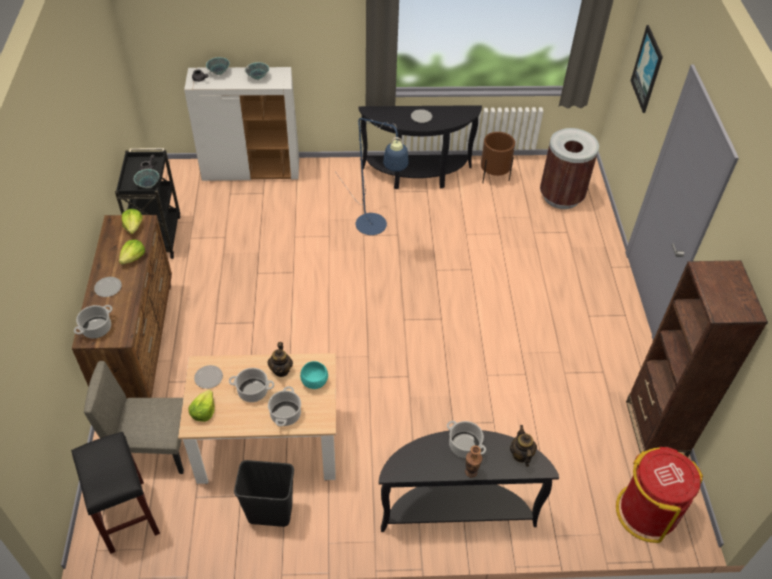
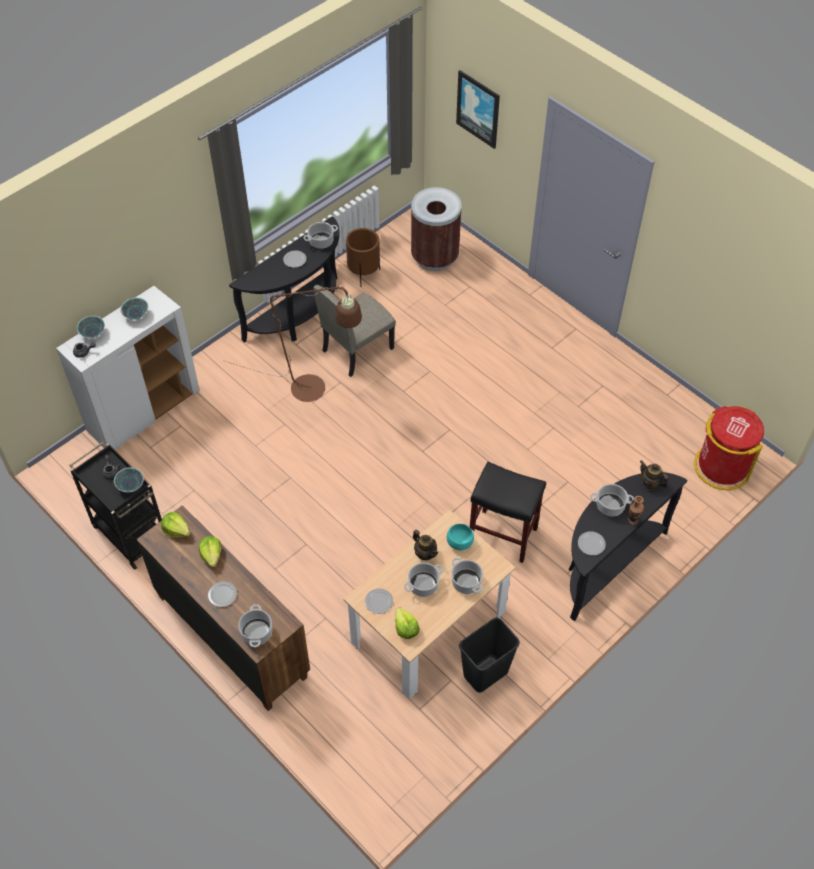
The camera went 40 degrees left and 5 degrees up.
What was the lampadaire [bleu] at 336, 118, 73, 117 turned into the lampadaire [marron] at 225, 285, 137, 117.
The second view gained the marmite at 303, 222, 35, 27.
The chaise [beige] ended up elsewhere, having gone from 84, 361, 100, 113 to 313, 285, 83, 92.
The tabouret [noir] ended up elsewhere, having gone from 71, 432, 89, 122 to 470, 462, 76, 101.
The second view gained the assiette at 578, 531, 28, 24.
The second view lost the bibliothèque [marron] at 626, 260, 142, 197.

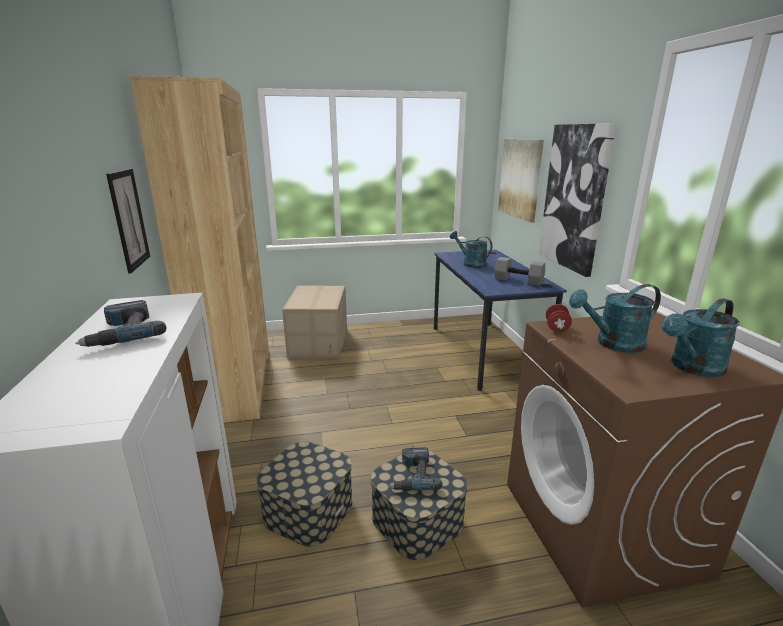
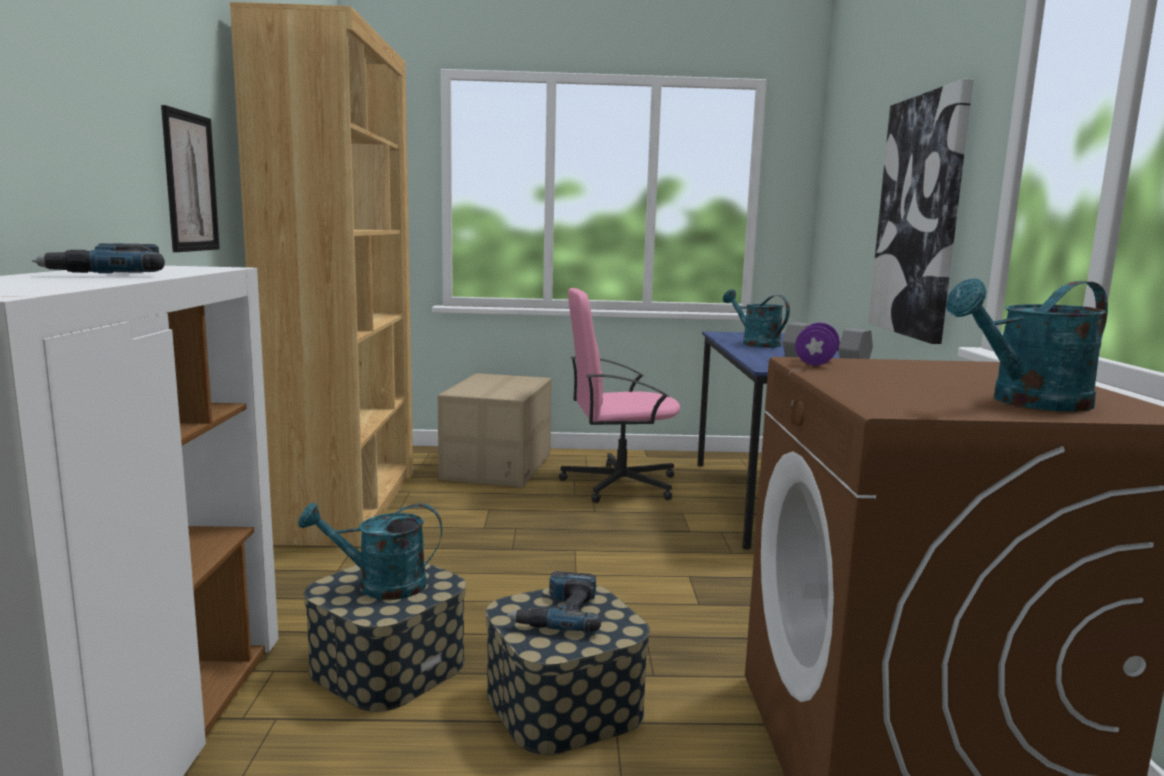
The camera went 10 degrees right and 10 degrees down.
The arrosoir [turquoise] ended up elsewhere, having gone from 569, 284, 92, 69 to 298, 502, 145, 98.
The second view gained the chaise de bureau [rose] at 559, 288, 121, 215.
What was the haltère [rouge] at 546, 304, 26, 28 turned into the haltère [violet] at 795, 323, 45, 42.
The second view lost the tableau at 498, 139, 46, 84.

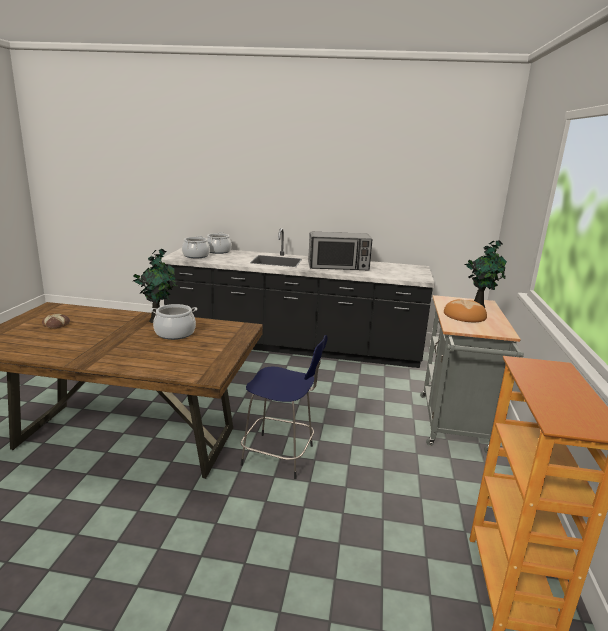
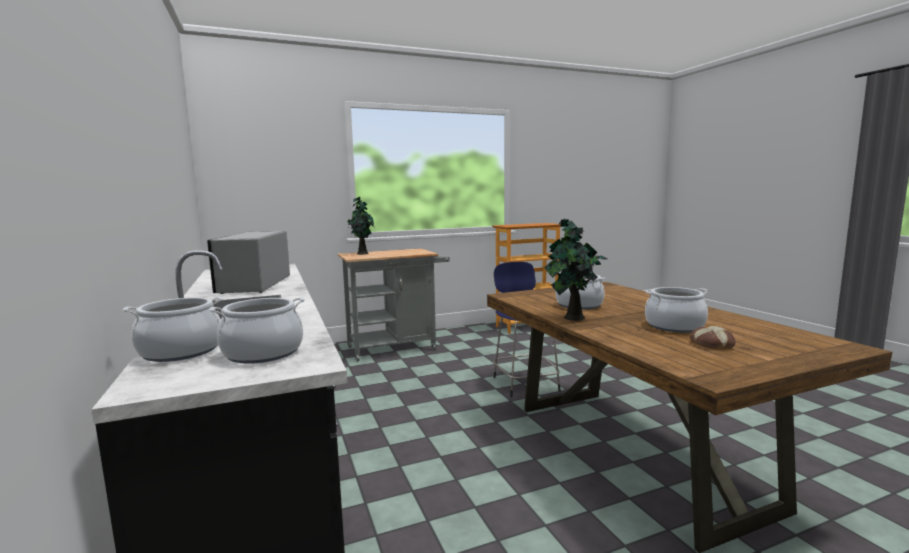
The camera went 120 degrees left and 10 degrees down.
The micro-ondes at 308, 231, 65, 40 ended up facing another way, 150 degrees counterclockwise from before.
The second view gained the marmite at 645, 287, 64, 46.
The second view lost the pain at 444, 299, 43, 23.

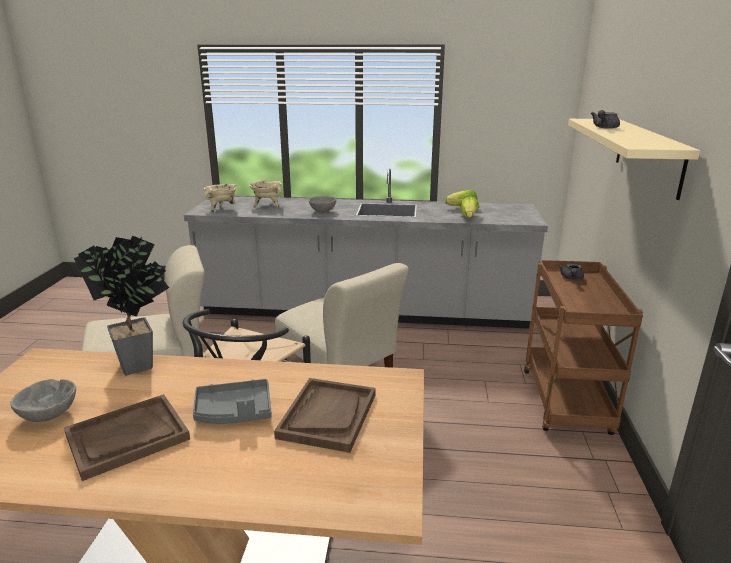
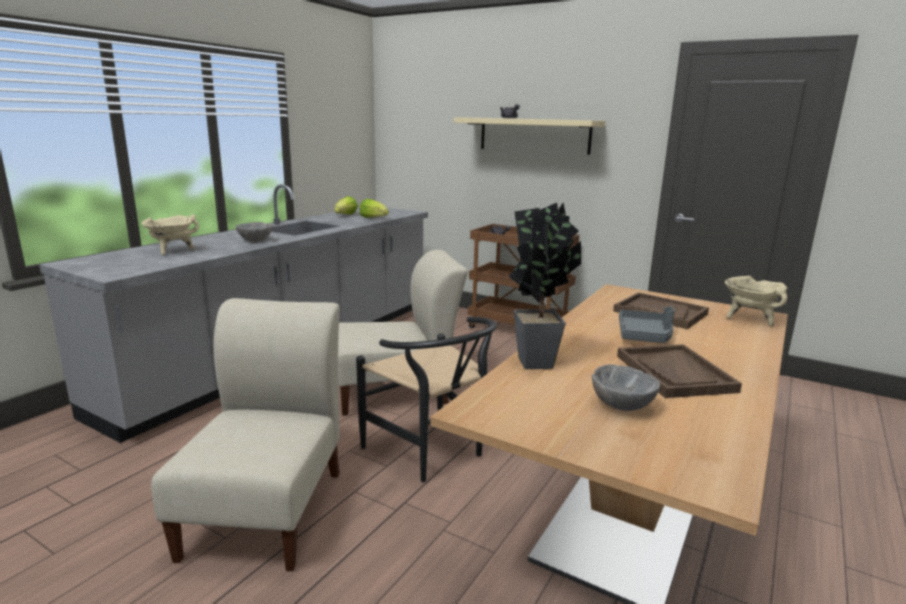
The camera went 65 degrees left and 5 degrees down.
The marmite [beige] ended up elsewhere, having gone from 204, 184, 32, 29 to 725, 276, 62, 51.

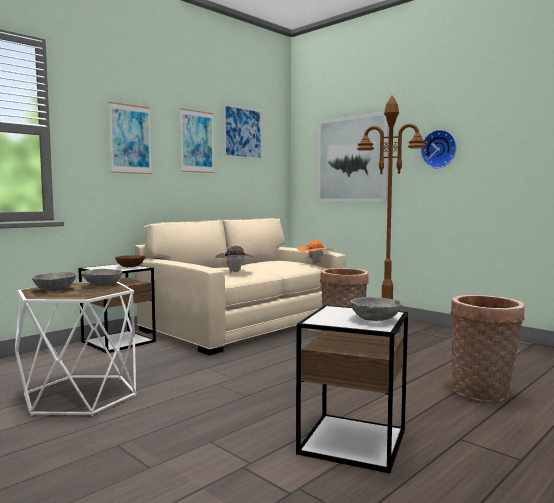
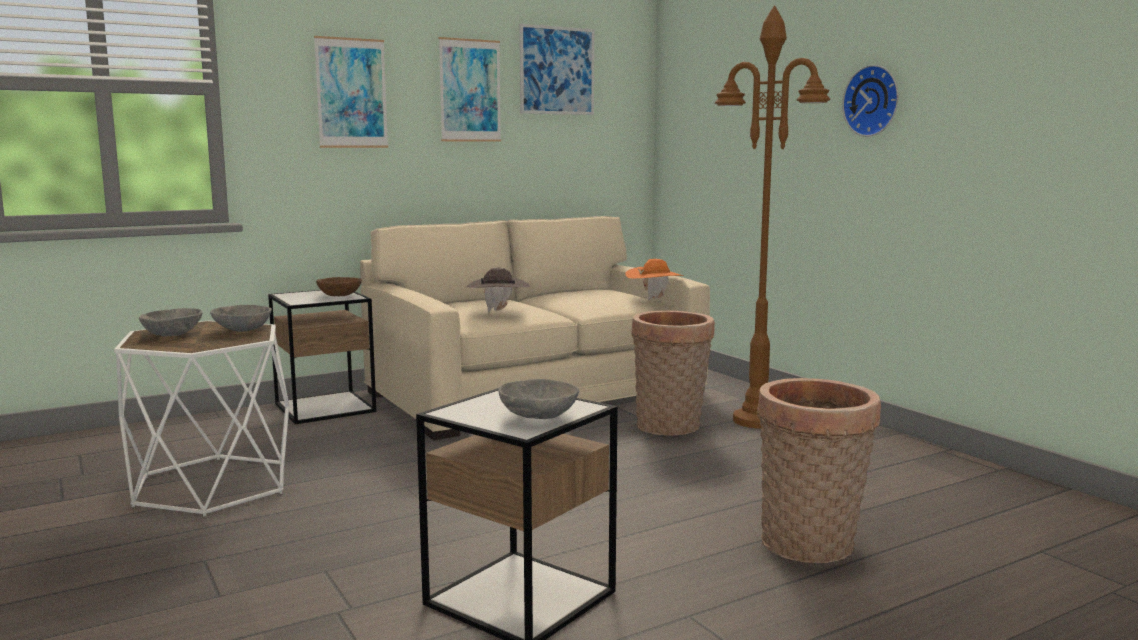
The camera went 15 degrees right and 5 degrees up.
The second view lost the tableau at 317, 112, 72, 90.

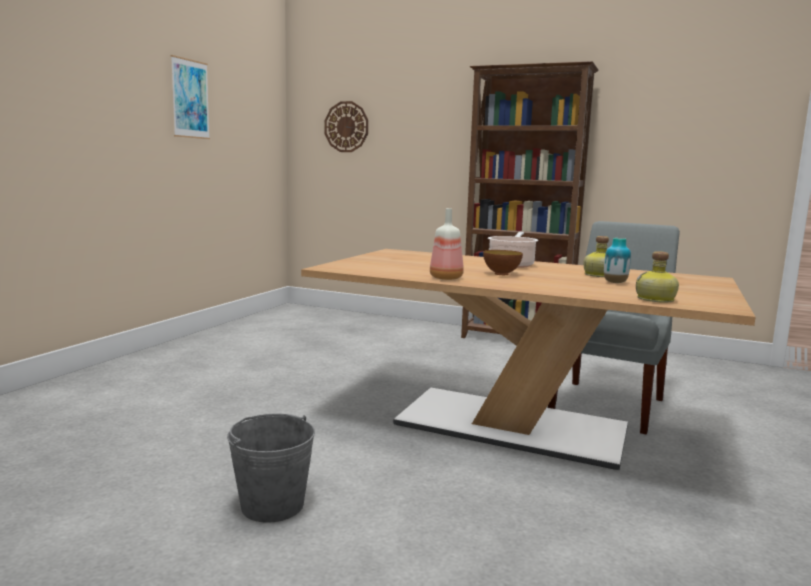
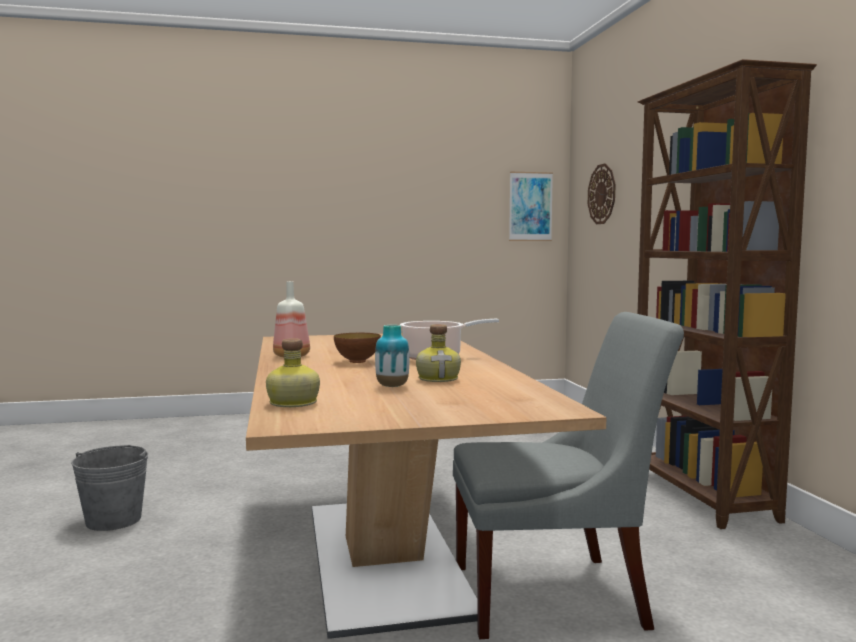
The camera went 55 degrees right and 5 degrees down.
The tableau ended up elsewhere, having gone from 171, 55, 39, 84 to 509, 172, 44, 69.

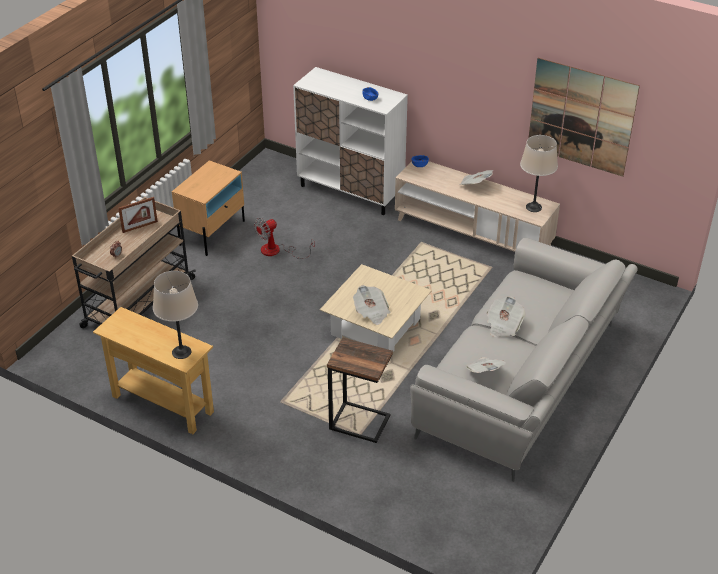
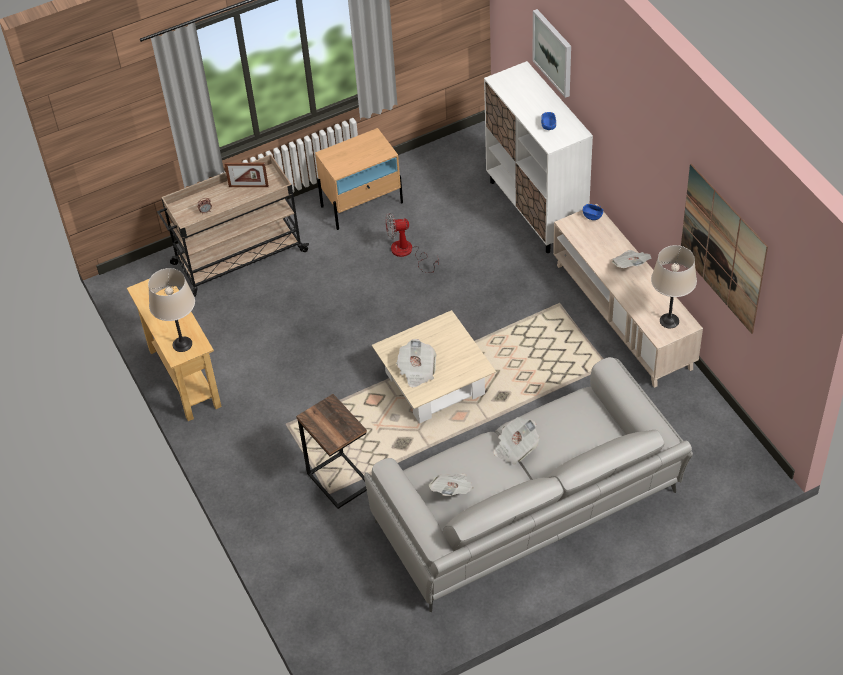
The camera went 35 degrees right and 10 degrees up.
The second view gained the tableau at 532, 9, 39, 89.

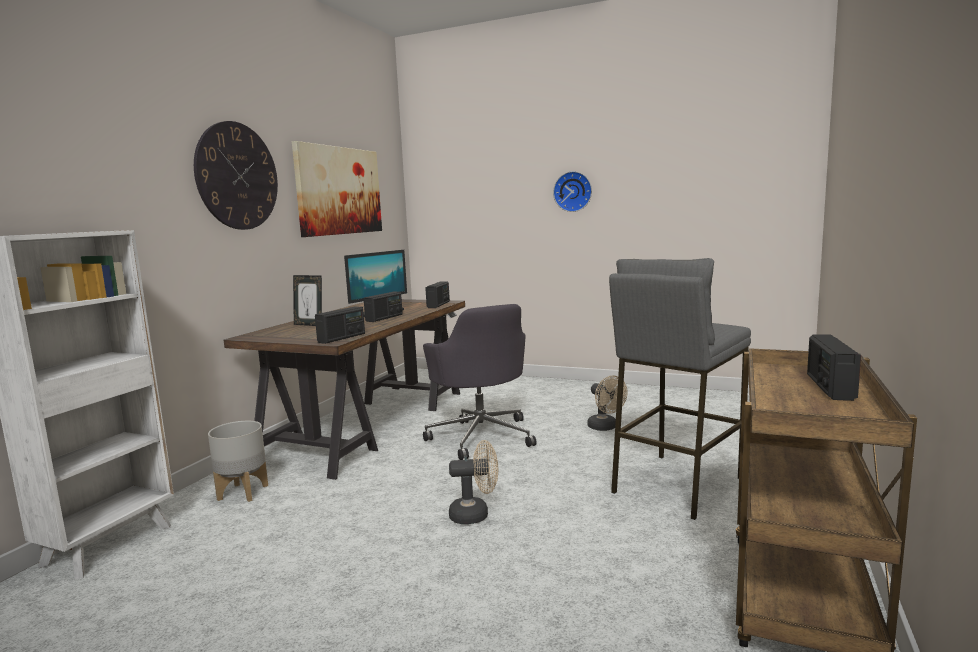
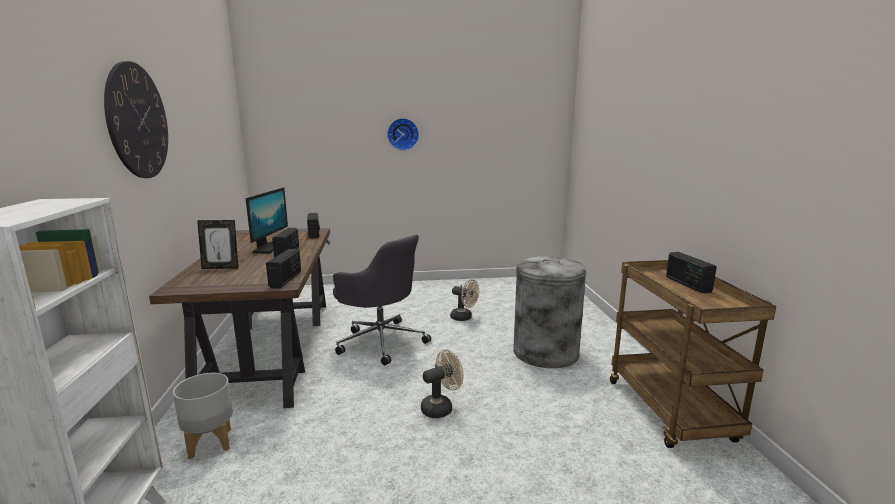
The camera went 30 degrees left and 5 degrees up.
Where the tabouret [gris] stood at 609, 258, 142, 262, the poubelle [gris] came to stand at 513, 256, 74, 112.
The second view lost the tableau at 292, 141, 90, 96.

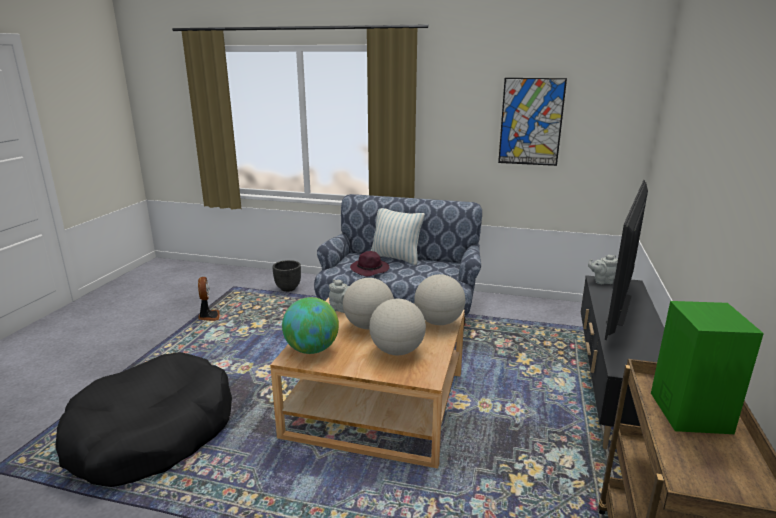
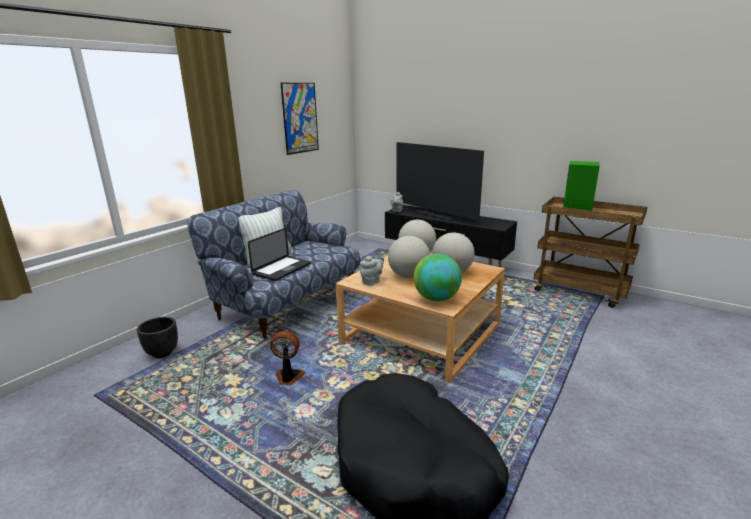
The camera went 70 degrees left and 0 degrees up.
Where the chapeau [violet] stood at 350, 251, 39, 25, the ordinateur portable came to stand at 248, 228, 63, 53.
The ventilateur ended up elsewhere, having gone from 198, 277, 22, 44 to 270, 331, 35, 54.

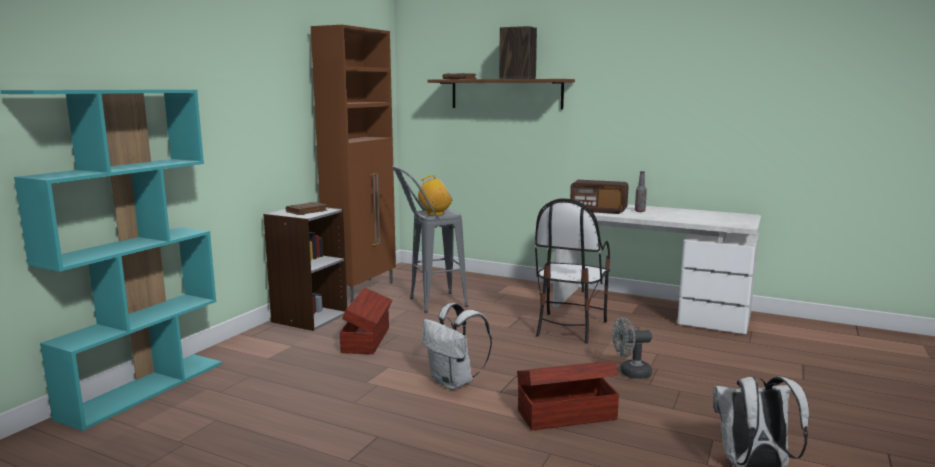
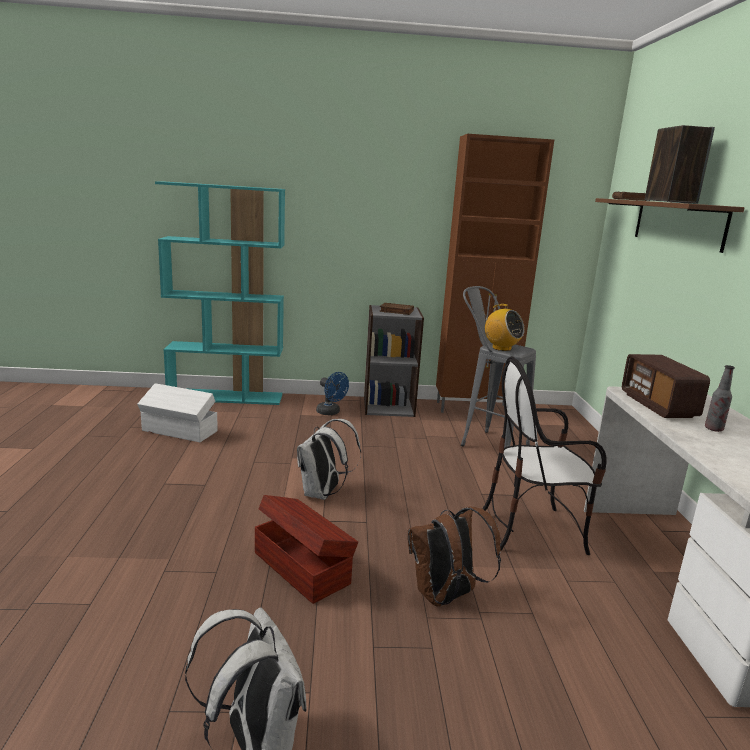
The camera went 60 degrees right and 5 degrees up.
The second view gained the boîte de rangement [blanc] at 137, 383, 81, 59.
The second view gained the ventilateur [bleu] at 316, 372, 33, 43.
Where the ventilateur [gris] stood at 612, 317, 40, 62, the sac à dos [marron] came to stand at 408, 507, 93, 99.
The second view lost the boîte de rangement [marron] at 340, 287, 52, 67.

